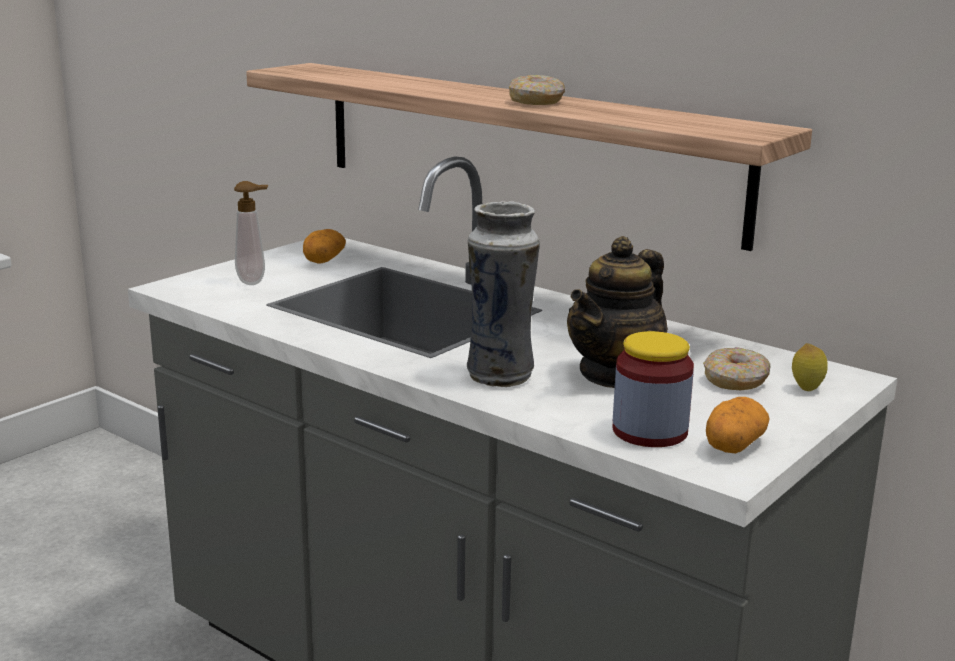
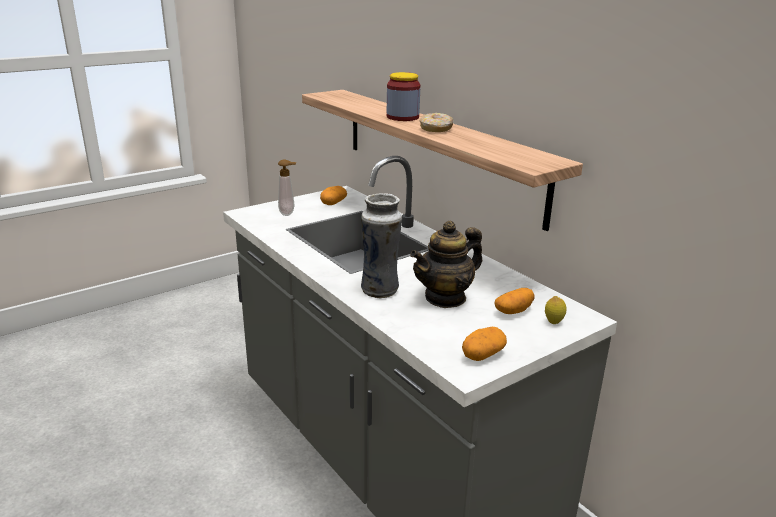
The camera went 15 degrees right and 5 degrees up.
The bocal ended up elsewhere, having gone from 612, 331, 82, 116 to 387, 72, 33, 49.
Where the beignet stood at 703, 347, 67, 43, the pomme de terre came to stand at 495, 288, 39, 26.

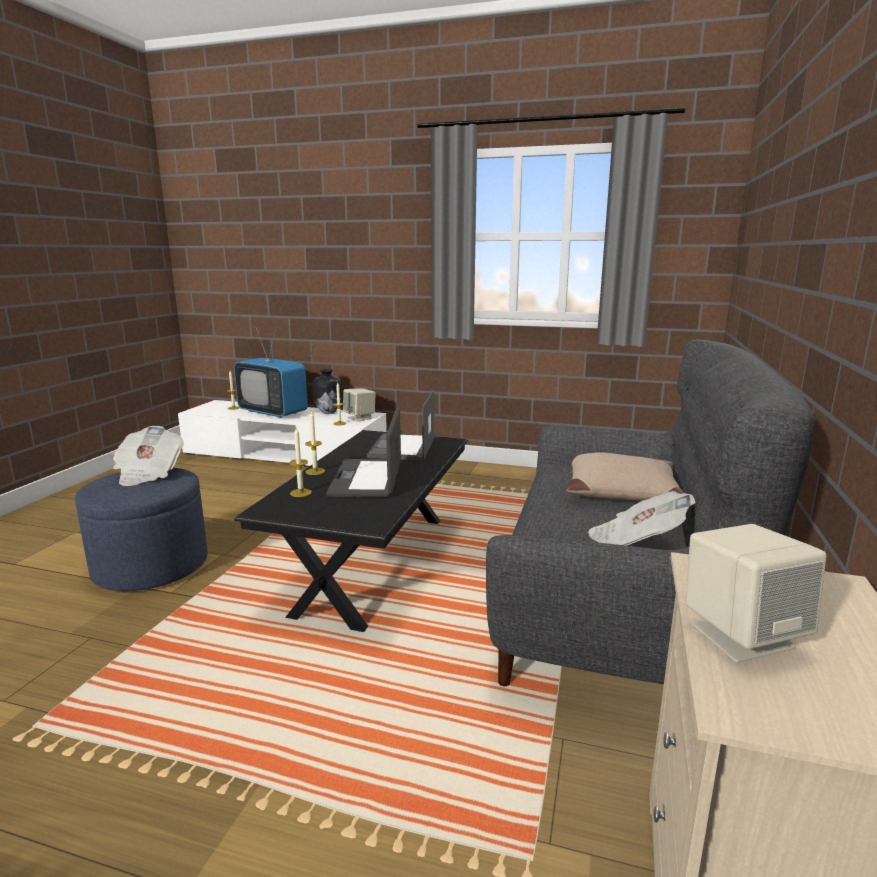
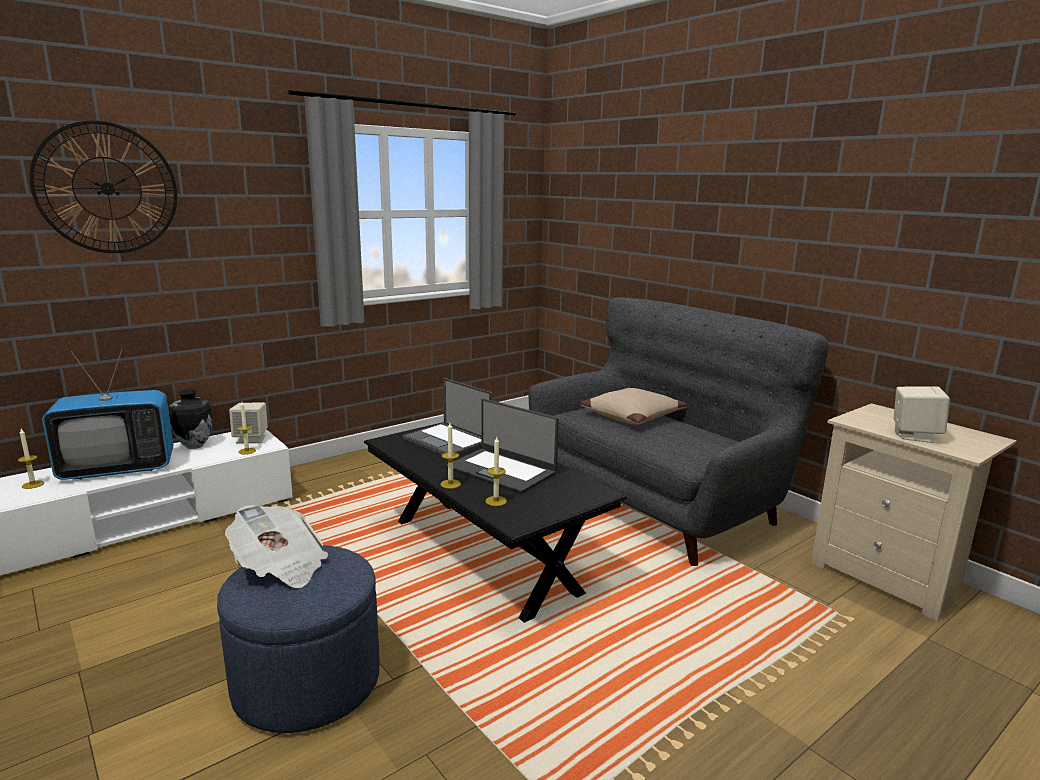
The camera went 55 degrees left and 0 degrees up.
The second view gained the horloge murale at 29, 120, 148, 133.
The second view lost the journal at 588, 491, 108, 55.

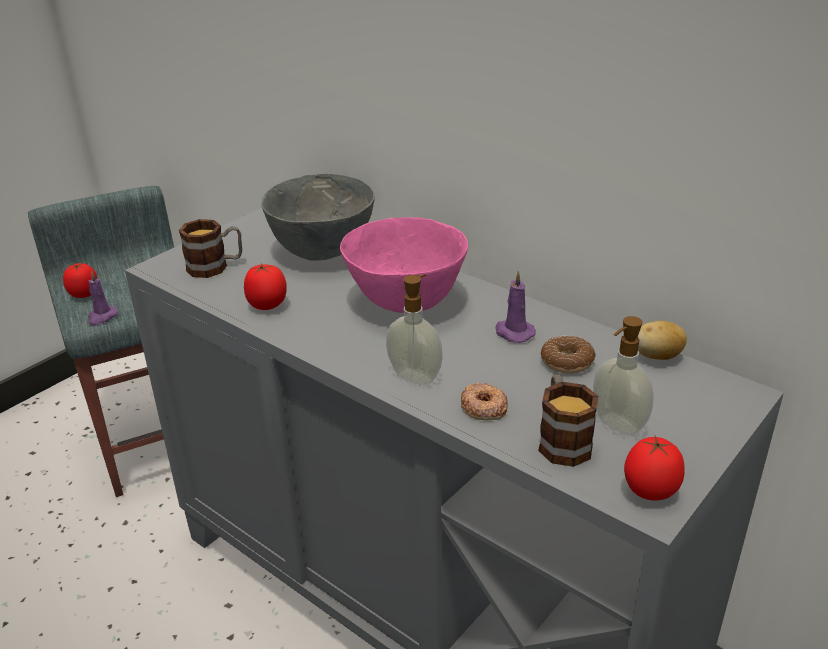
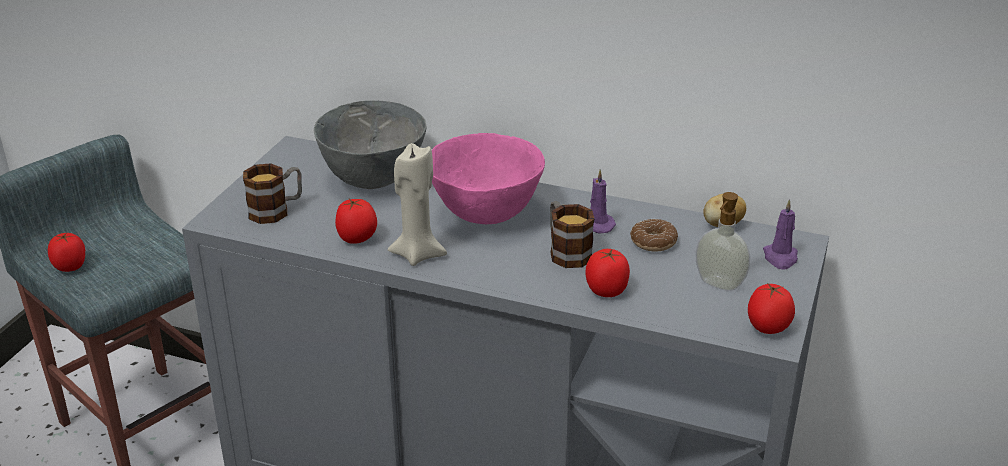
The camera went 20 degrees left and 0 degrees up.
The second view gained the bougie [beige] at 388, 143, 59, 123.
The mug ended up elsewhere, having gone from 538, 374, 60, 93 to 550, 201, 44, 67.
Where the beignet stood at 461, 382, 47, 38, the tomate came to stand at 586, 249, 44, 48.
The bougie [violet] ended up elsewhere, having gone from 88, 271, 30, 54 to 763, 199, 35, 70.
The second view lost the distributeur de savon at 386, 274, 57, 111.

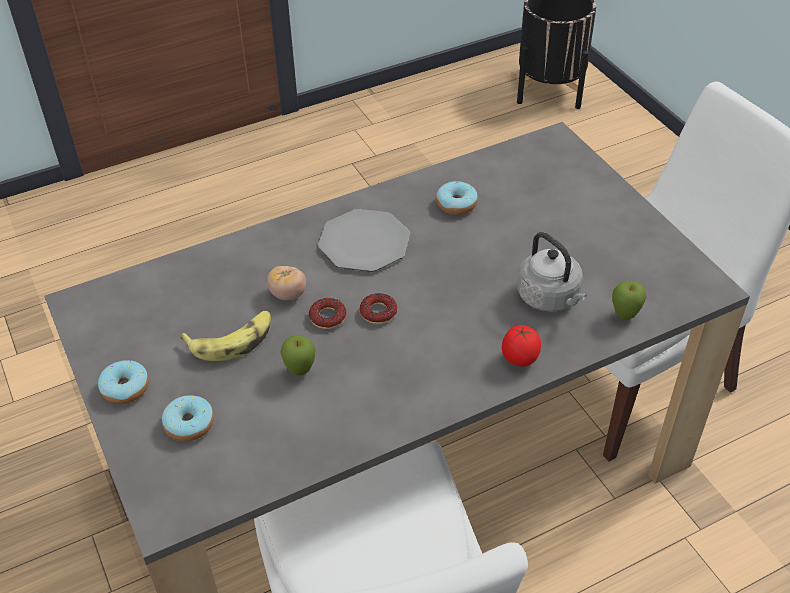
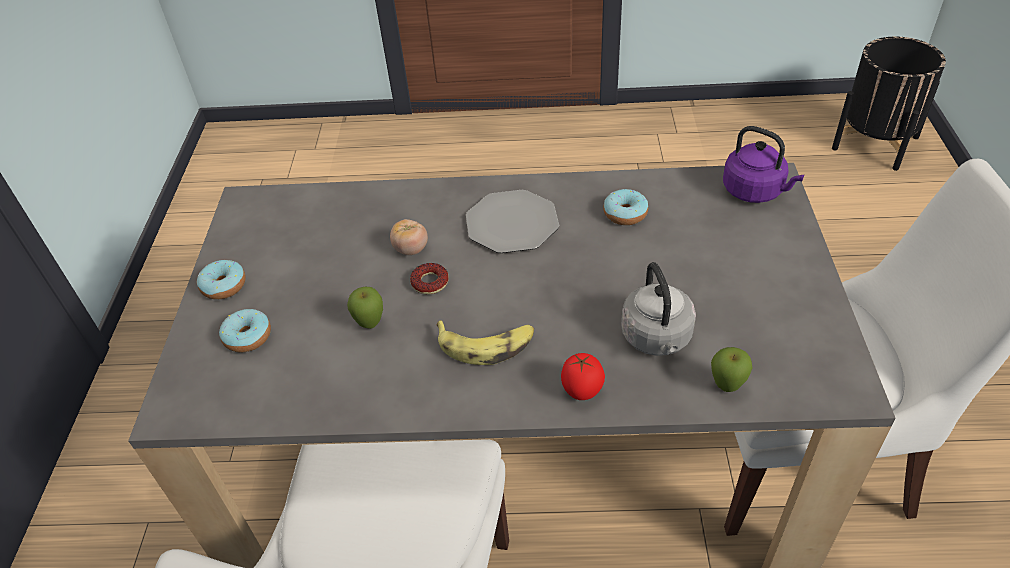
The camera went 30 degrees right and 0 degrees up.
The banane ended up elsewhere, having gone from 181, 311, 90, 50 to 437, 320, 97, 45.
The second view gained the bouilloire [violet] at 723, 126, 81, 77.
The second view lost the beignet at 360, 293, 37, 31.

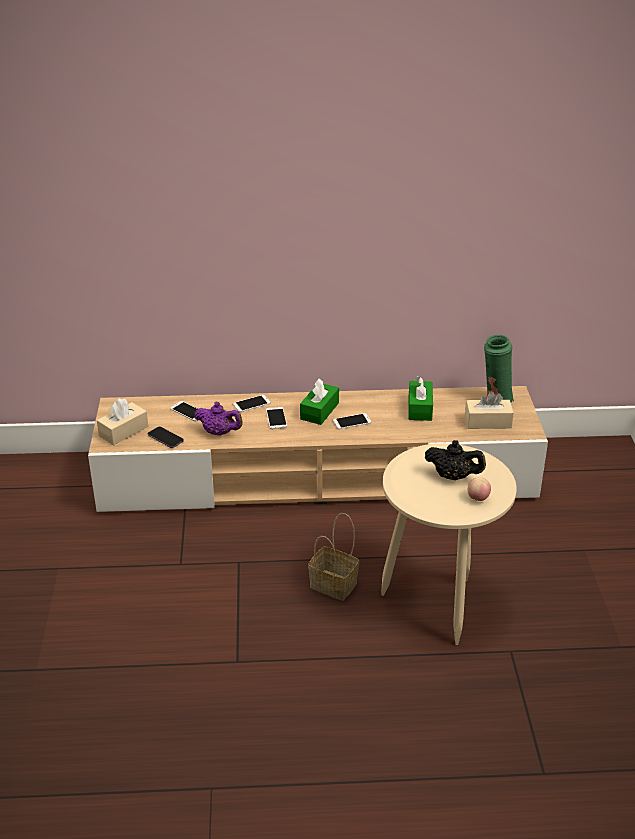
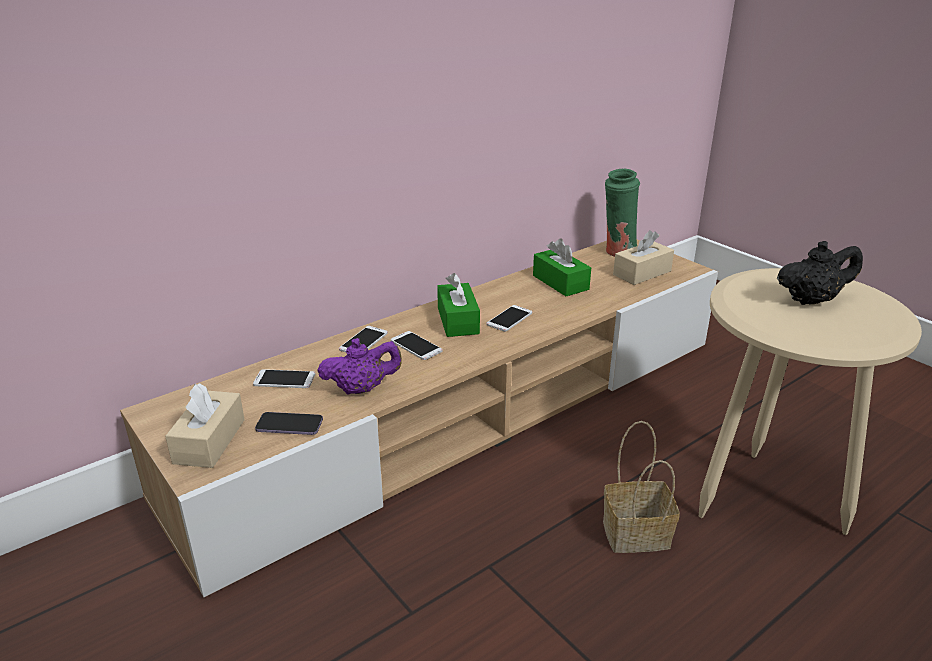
The camera went 35 degrees left and 5 degrees down.
The second view lost the pomme at 468, 477, 23, 24.

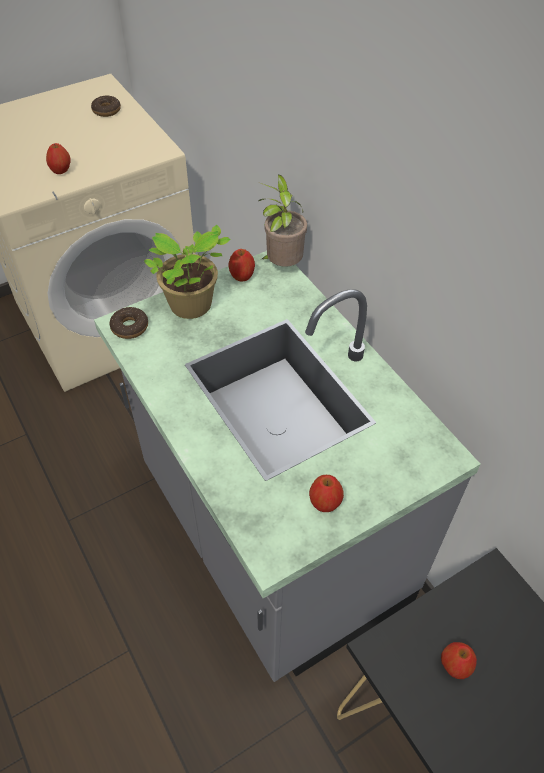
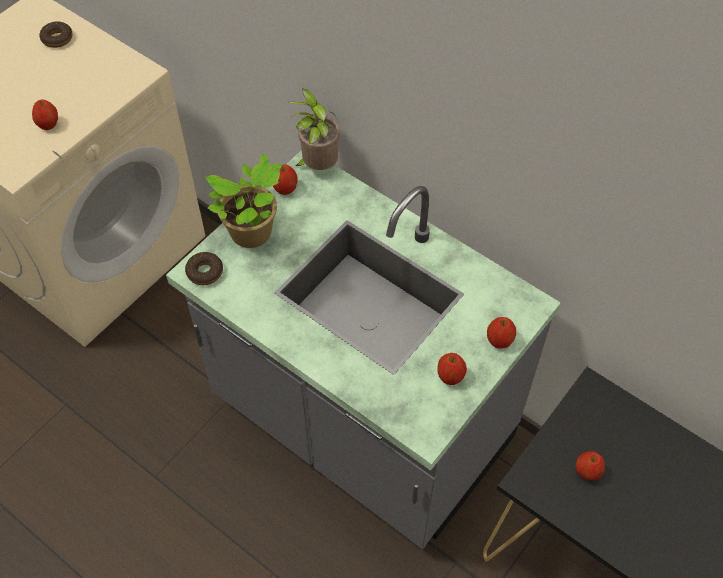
The camera went 20 degrees left and 5 degrees up.
The second view gained the pomme at 487, 317, 29, 32.

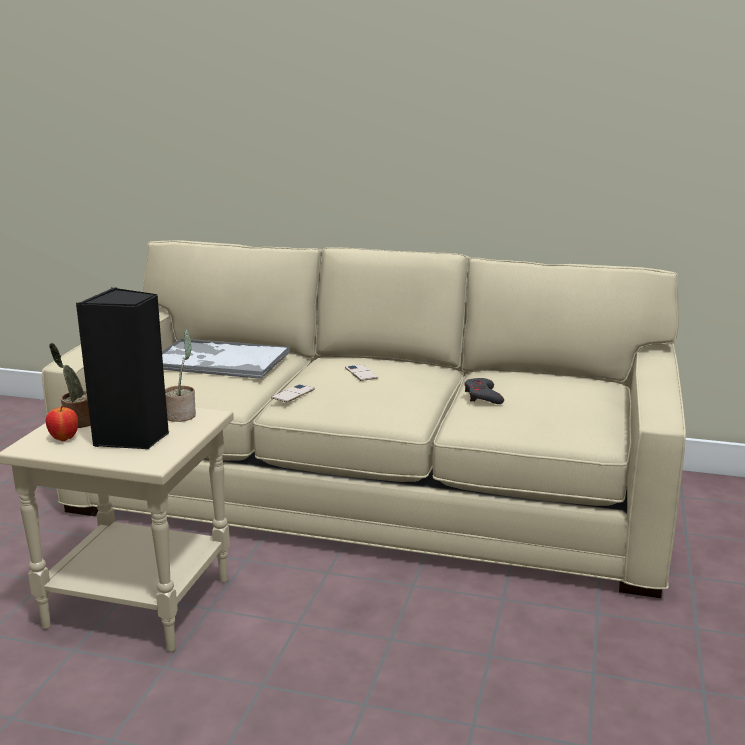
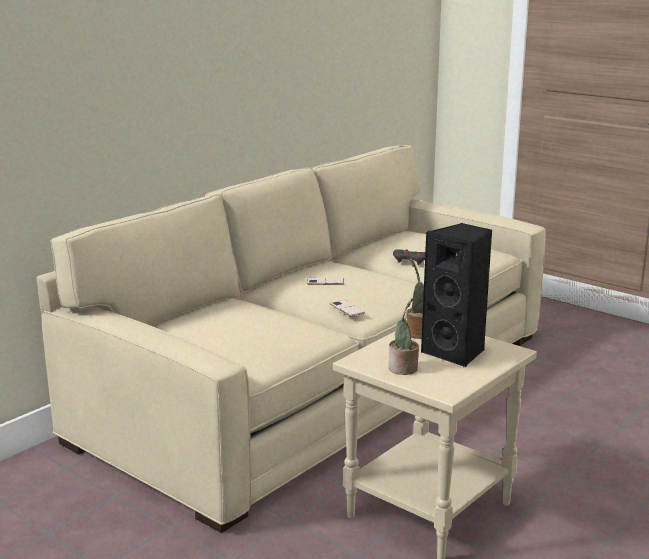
The camera went 65 degrees left and 0 degrees up.
The second view lost the pomme at 46, 406, 32, 35.
The second view lost the plateau at 162, 338, 128, 41.

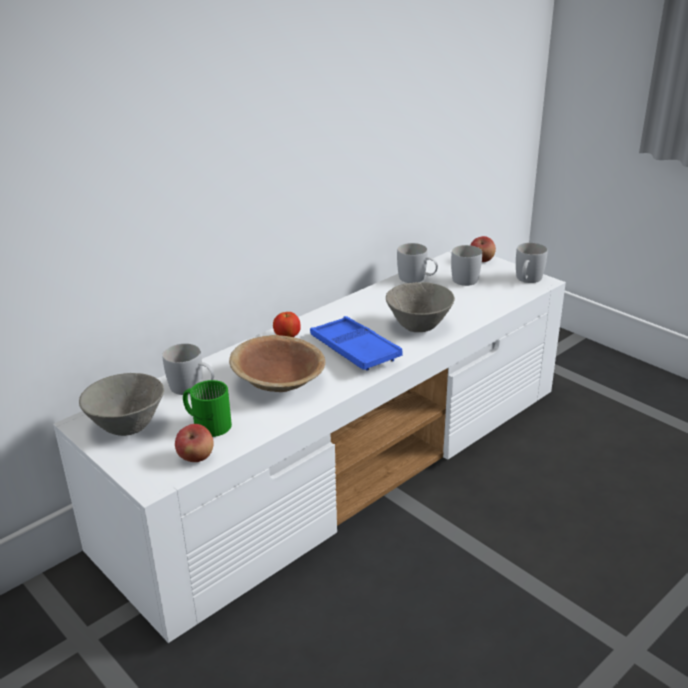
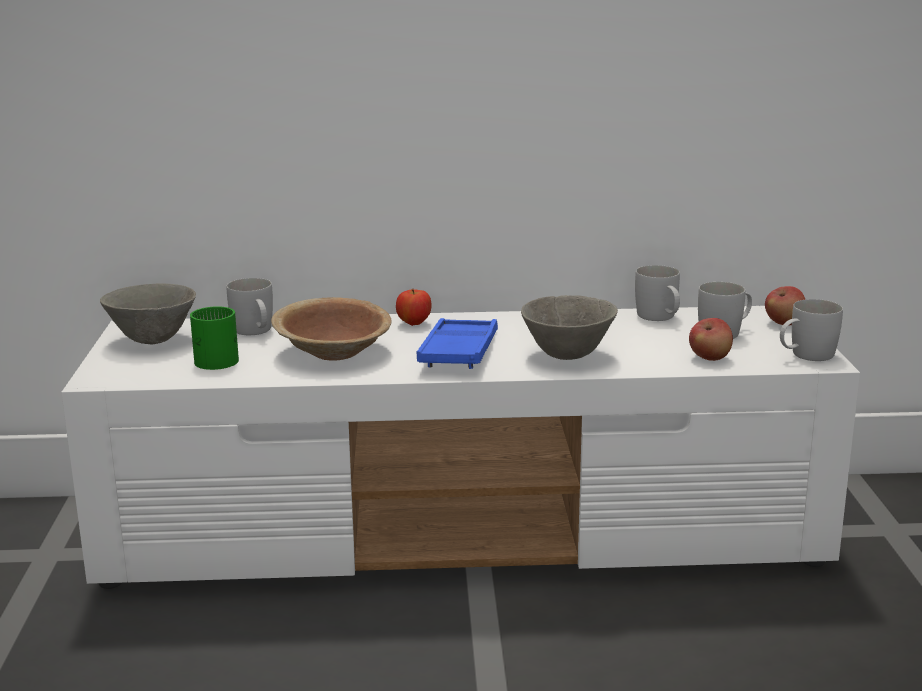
The camera went 40 degrees right and 10 degrees down.
The pomme ended up elsewhere, having gone from 175, 424, 39, 38 to 689, 318, 44, 43.

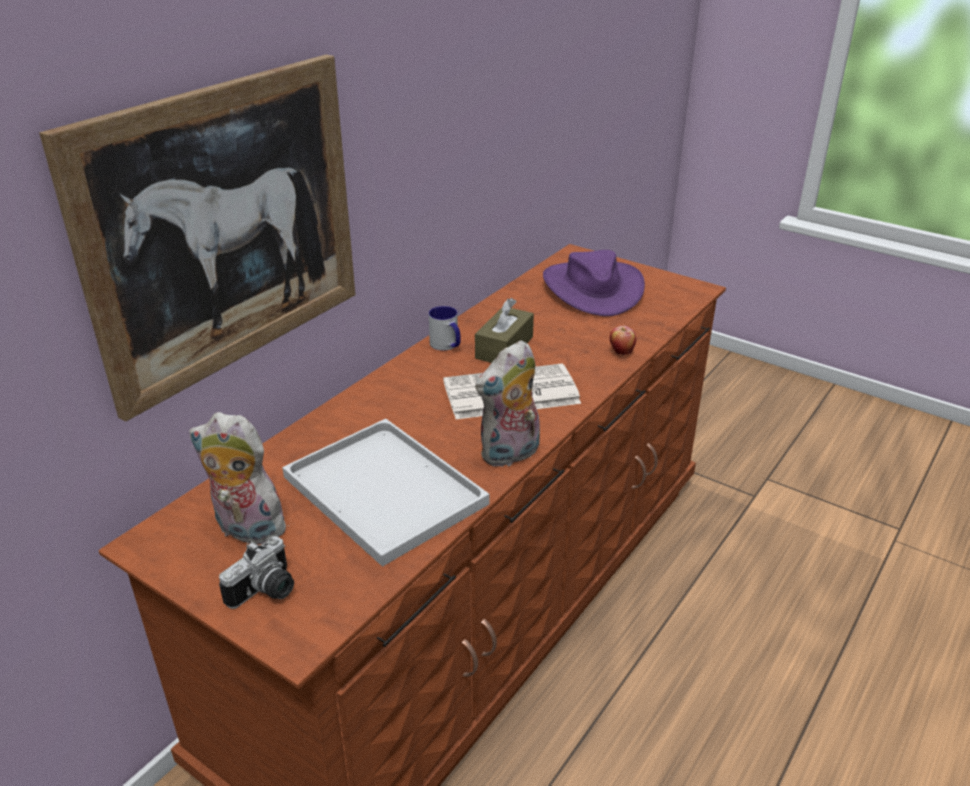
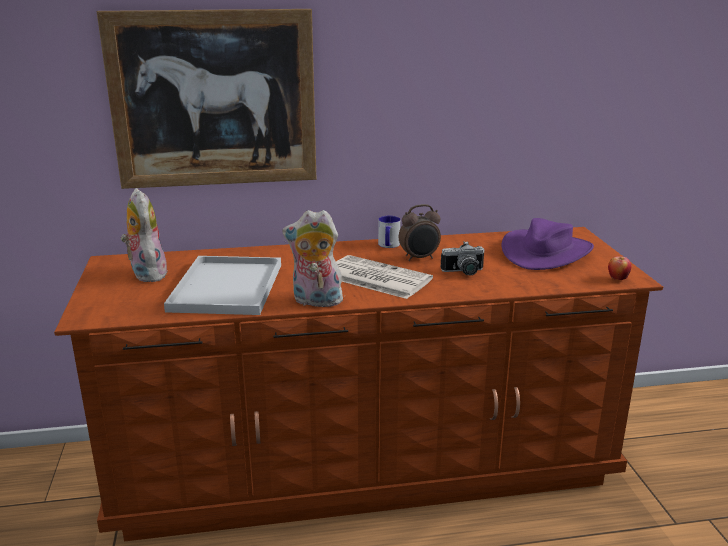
The camera went 45 degrees right and 10 degrees down.
Where the boîte à mouchoirs [marron] stood at 475, 298, 59, 65, the réveil came to stand at 399, 204, 42, 57.
The appareil photo ended up elsewhere, having gone from 219, 536, 75, 73 to 441, 241, 43, 34.
The pomme ended up elsewhere, having gone from 610, 326, 26, 29 to 608, 256, 23, 24.

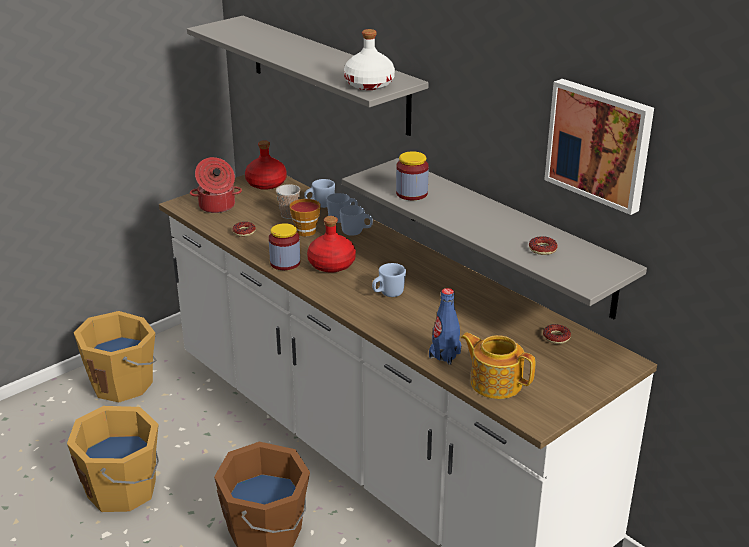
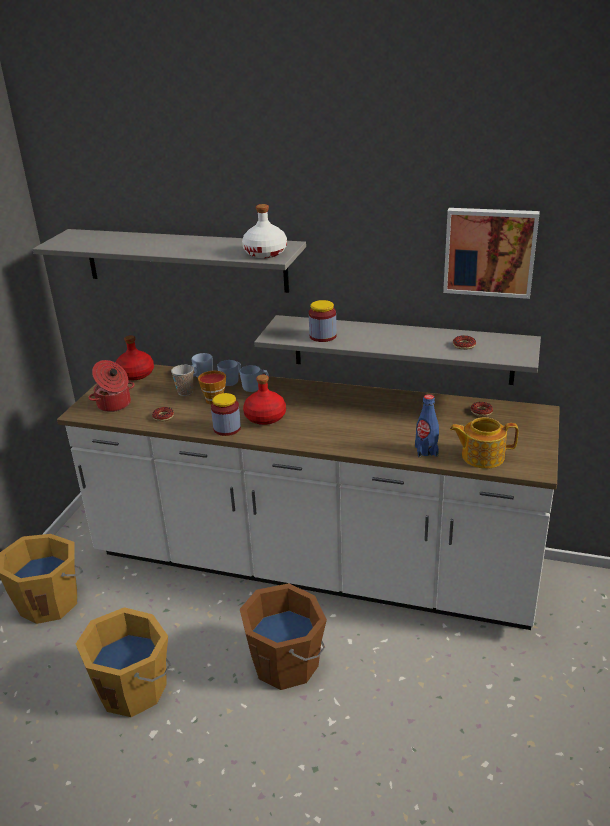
The camera went 30 degrees left and 0 degrees up.
The second view lost the mug [bleu] at 372, 263, 34, 34.

